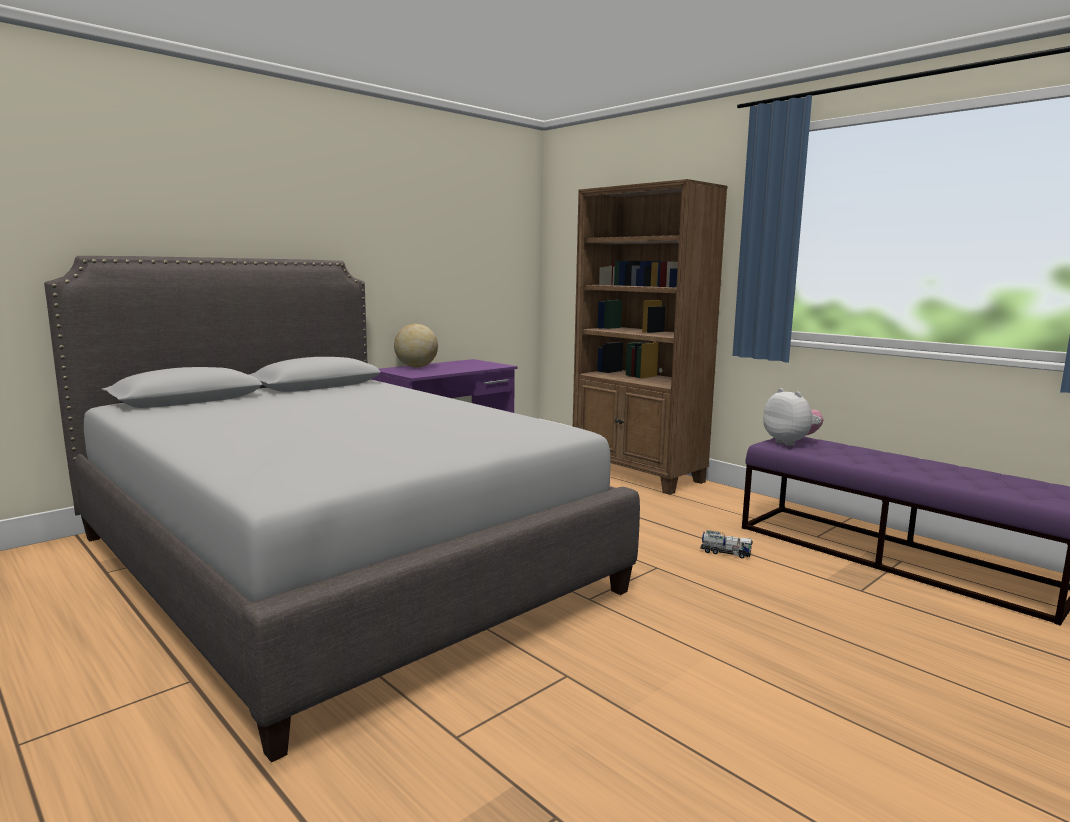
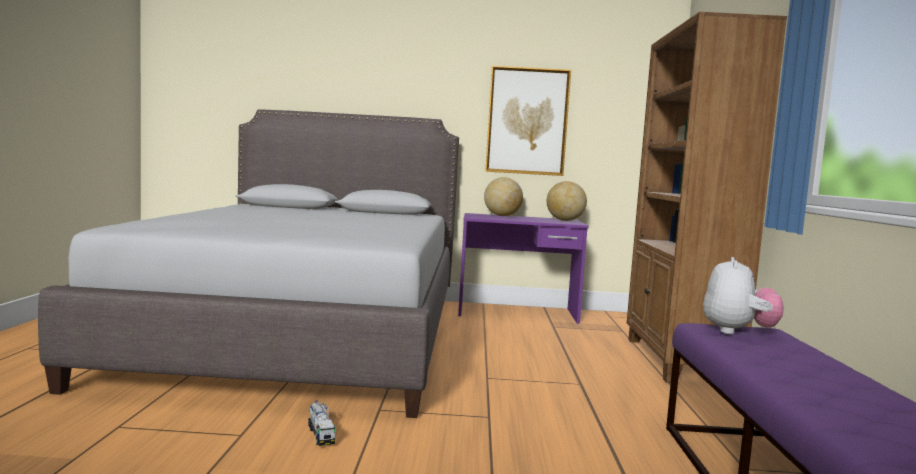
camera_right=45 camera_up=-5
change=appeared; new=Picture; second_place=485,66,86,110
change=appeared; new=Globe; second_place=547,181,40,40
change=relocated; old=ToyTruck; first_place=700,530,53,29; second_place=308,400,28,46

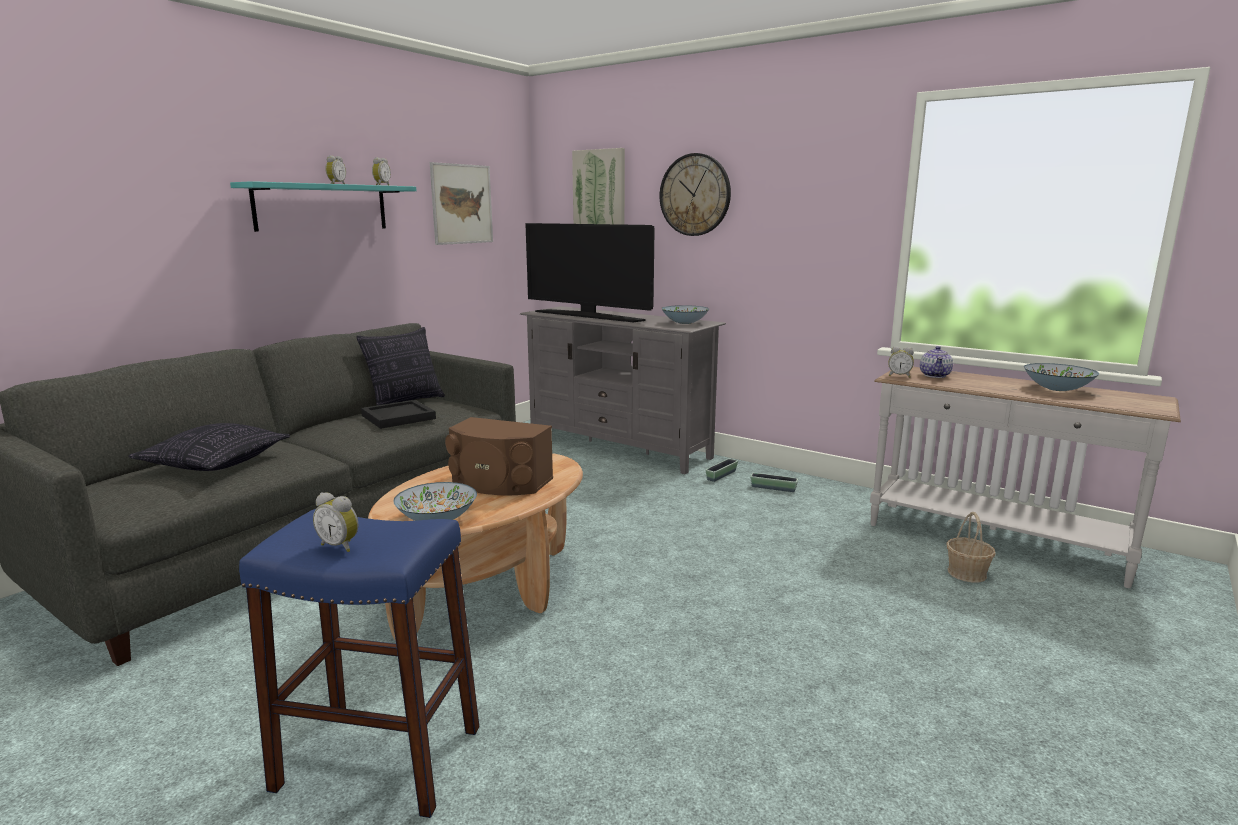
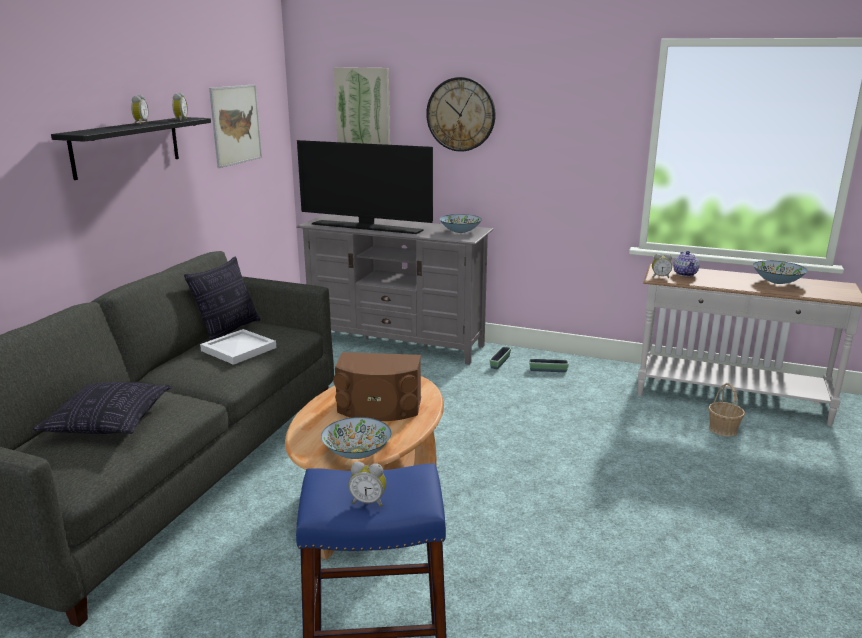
camera_right=-15 camera_up=5
change=colour; old=TurquoiseColouredWallShelf; new=BlackColouredWallShelf; first_place=230,181,187,51; second_place=51,117,160,63
change=colour; old=BlackColouredCarryingTray; new=WhiteCarryingTray; first_place=361,400,75,29; second_place=200,329,76,36

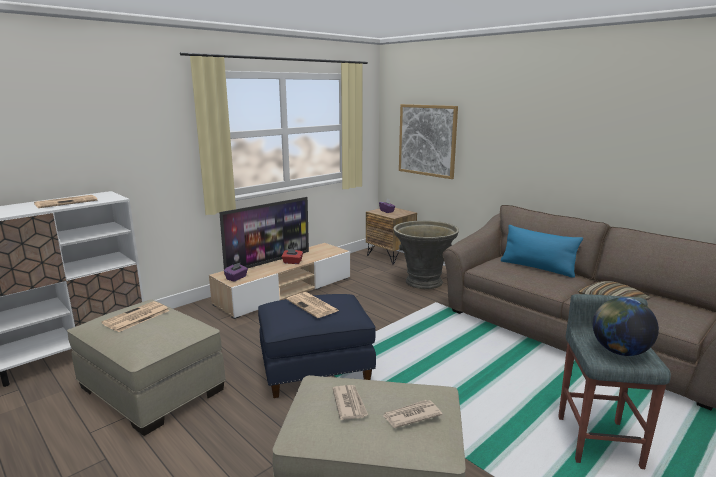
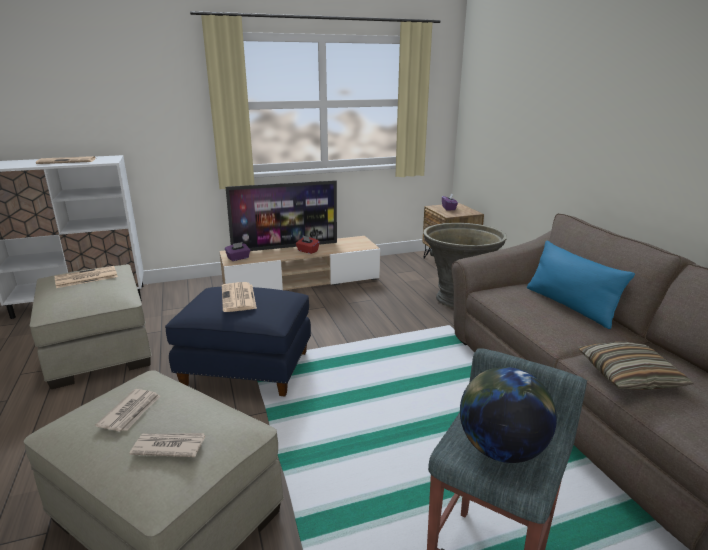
camera_right=25 camera_up=5
change=missing; old=Picture; first_place=399,104,59,75

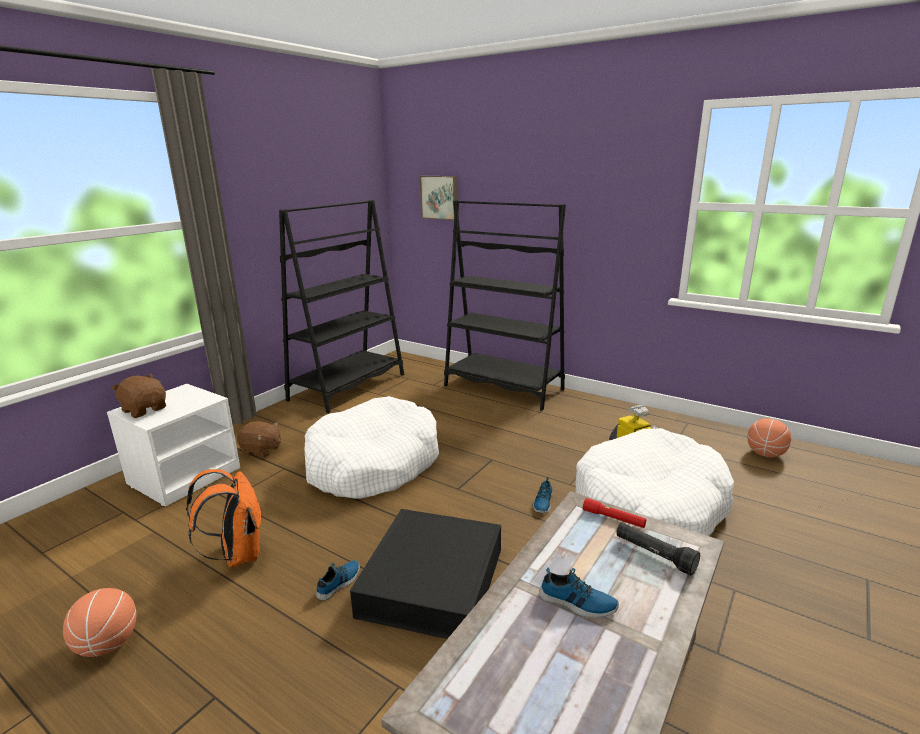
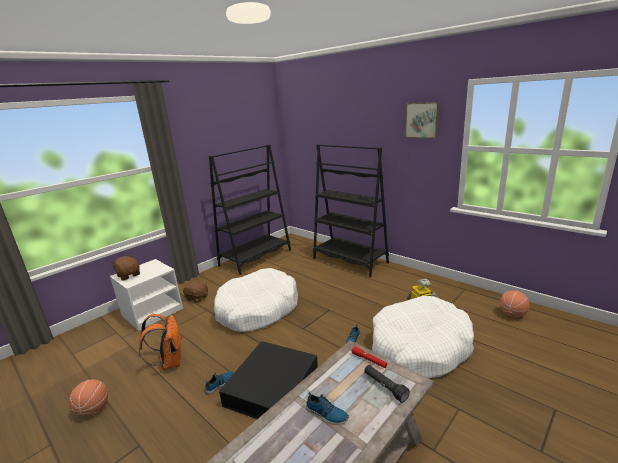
camera_right=10 camera_up=0
change=relocated; old=Picture; first_place=420,176,37,44; second_place=405,102,35,36

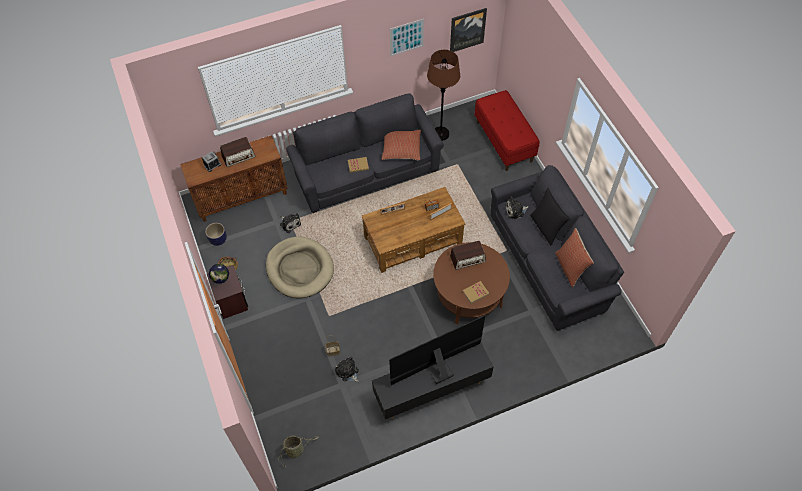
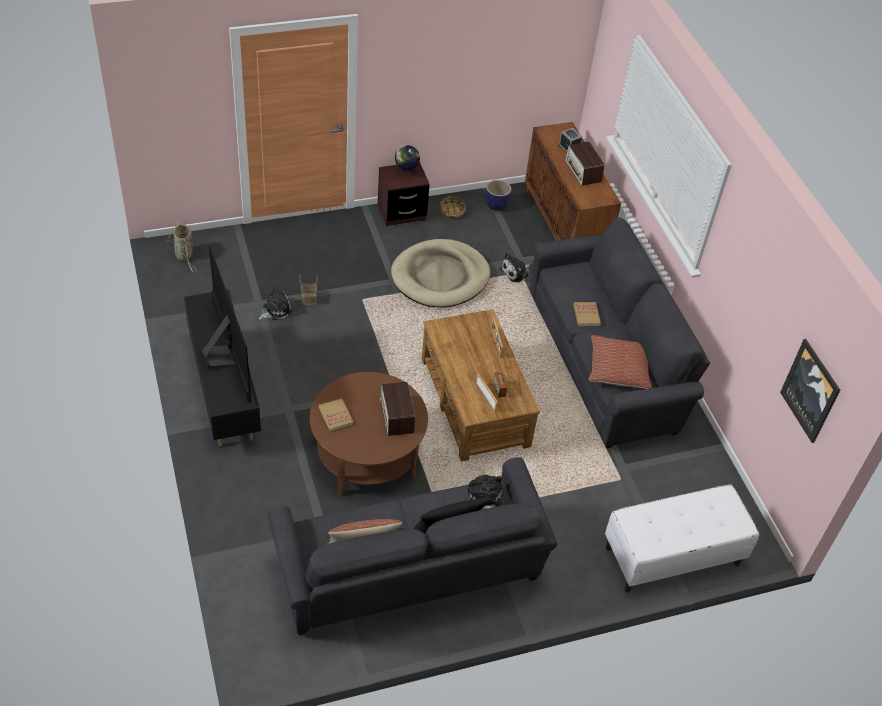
camera_right=90 camera_up=-10
change=missing; old=Picture; first_place=390,19,34,37
change=missing; old=BrownishStandardLamp; first_place=427,50,33,91
change=colour; old=ReddishIndoorBench; new=WhiteIndoorBench; first_place=475,90,65,81; second_place=605,485,154,108

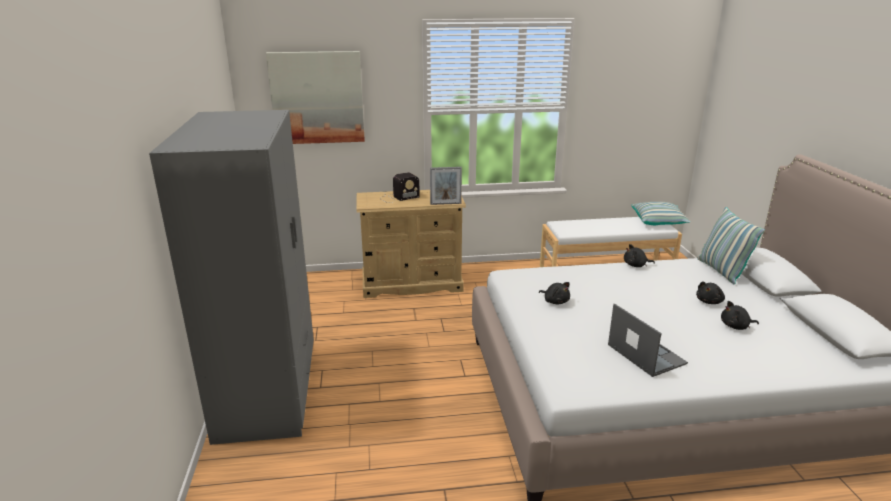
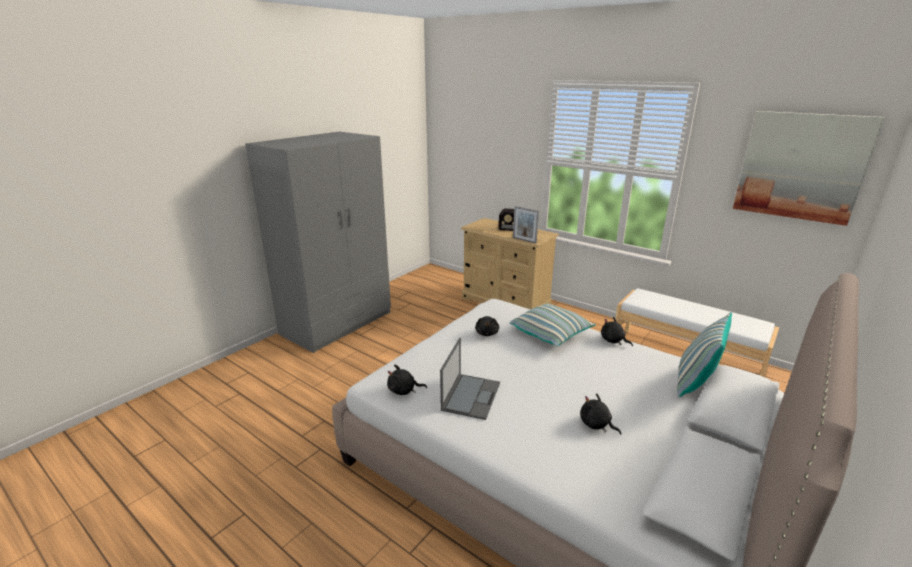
camera_right=45 camera_up=0
change=relocated; old=Picture; first_place=266,51,99,93; second_place=733,111,152,115
change=relocated; old=Cushion; first_place=631,202,59,23; second_place=509,303,87,43
change=relocated; old=BlackColouredPlushToy; first_place=696,282,29,22; second_place=387,365,40,30

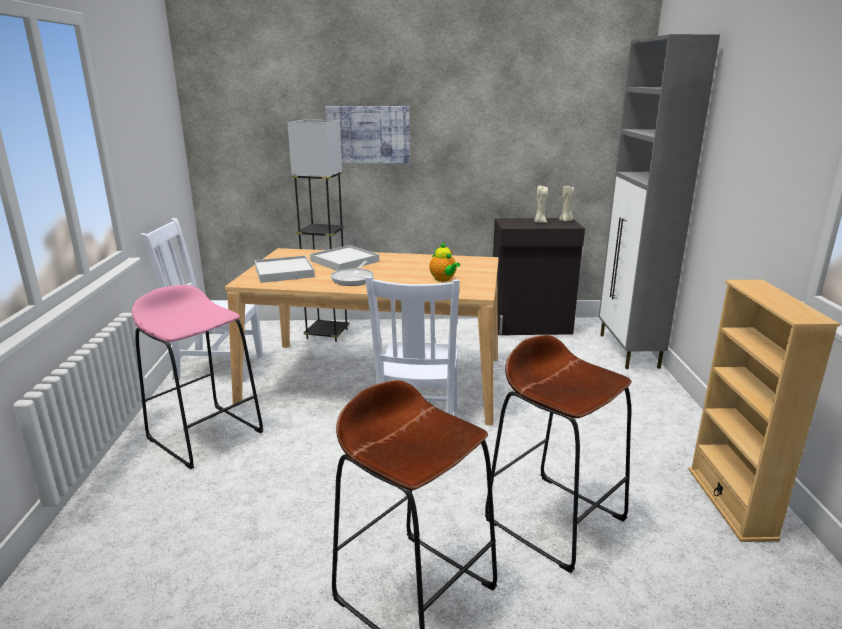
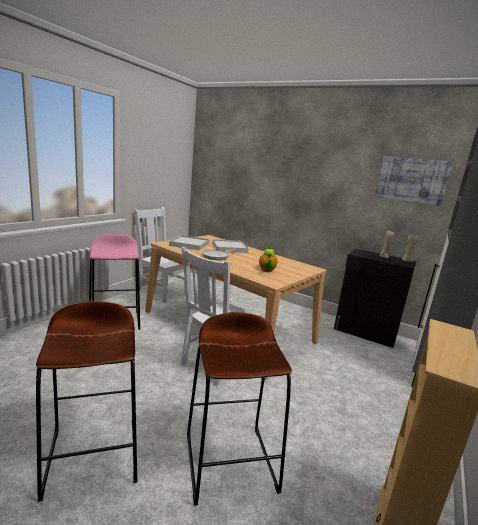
camera_right=30 camera_up=-5
change=missing; old=GreyStandardLamp; first_place=287,120,63,222
change=relocated; old=Picture; first_place=325,106,84,57; second_place=375,156,78,50

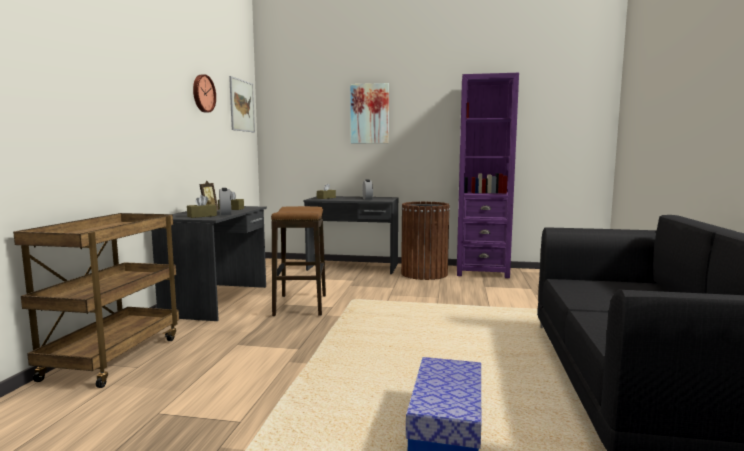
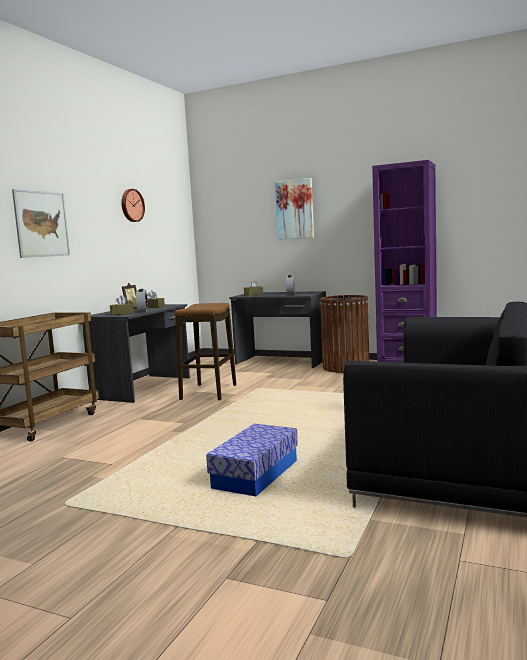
camera_right=15 camera_up=0
change=relocated; old=Picture; first_place=229,76,26,56; second_place=12,189,58,69

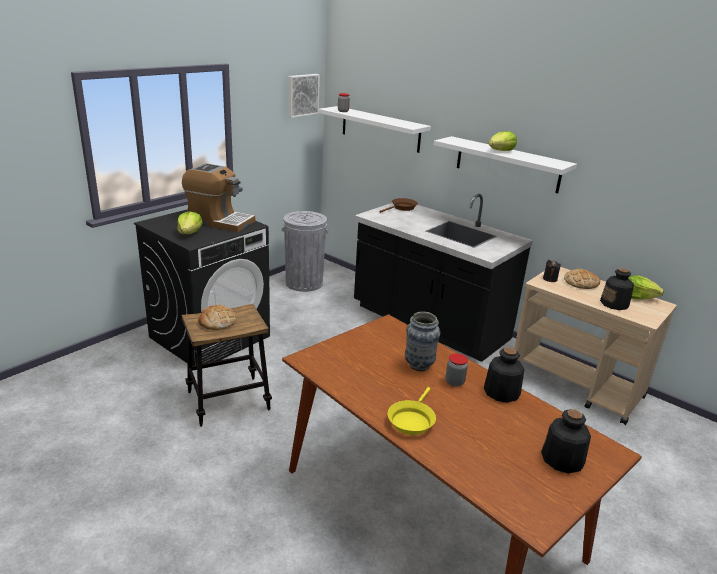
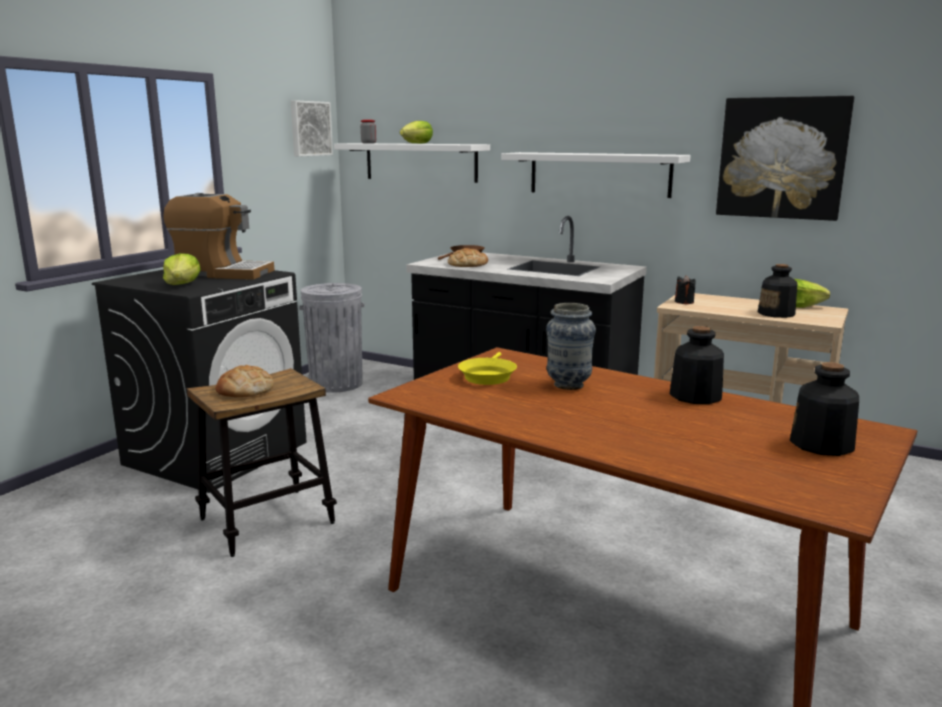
camera_right=-10 camera_up=-10
change=missing; old=Jar; first_place=446,353,22,34
change=appeared; new=Picture; second_place=716,96,138,125
change=relocated; old=YellowishSkillet; first_place=388,387,48,48; second_place=458,352,59,33
change=relocated; old=LettuceHead; first_place=489,131,28,20; second_place=400,121,33,23
change=relocated; old=BakedBread; first_place=564,269,36,20; second_place=448,248,40,19

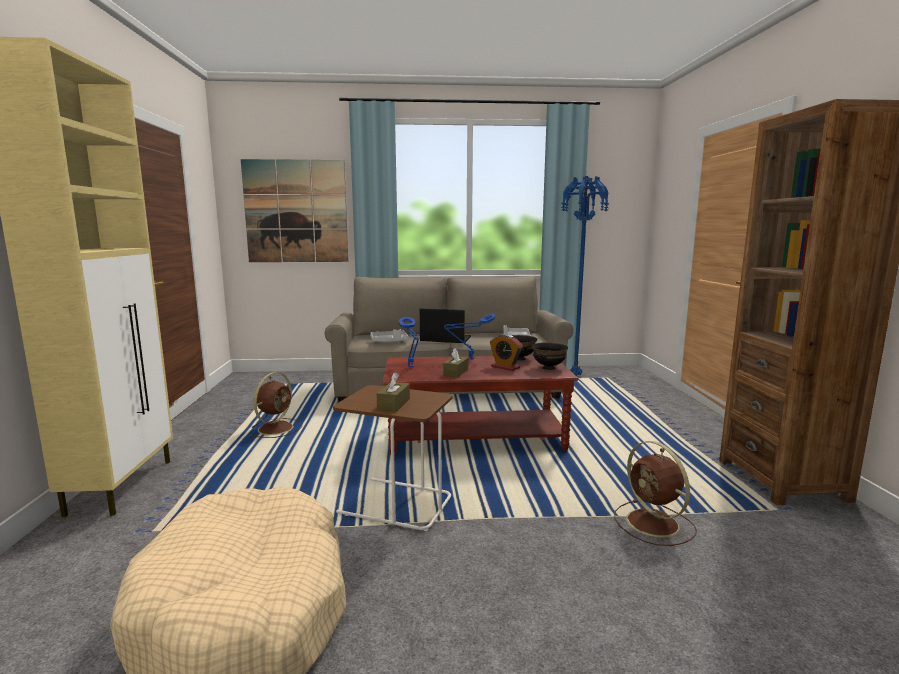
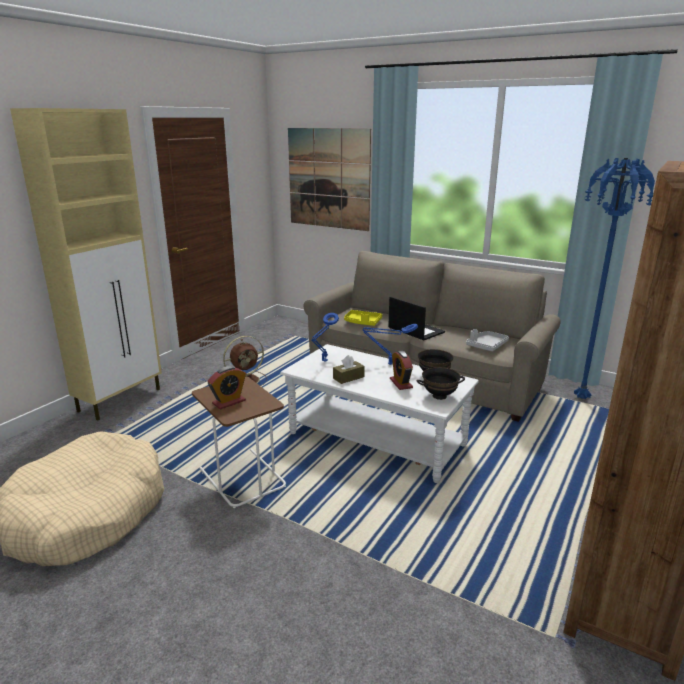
camera_right=35 camera_up=10
change=missing; old=BrownishFan; first_place=614,441,83,105
change=exchanged; old=BrownishTissueBox; new=BedsideClock; first_place=377,372,33,40; second_place=208,366,38,44
change=colour; old=GreyCarryingTray; new=YellowishCarryingTray; first_place=370,329,39,13; second_place=344,310,38,16
change=colour; old=BrownishLoungeTable; new=WhiteLoungeTable; first_place=382,355,196,100; second_place=280,344,199,139

